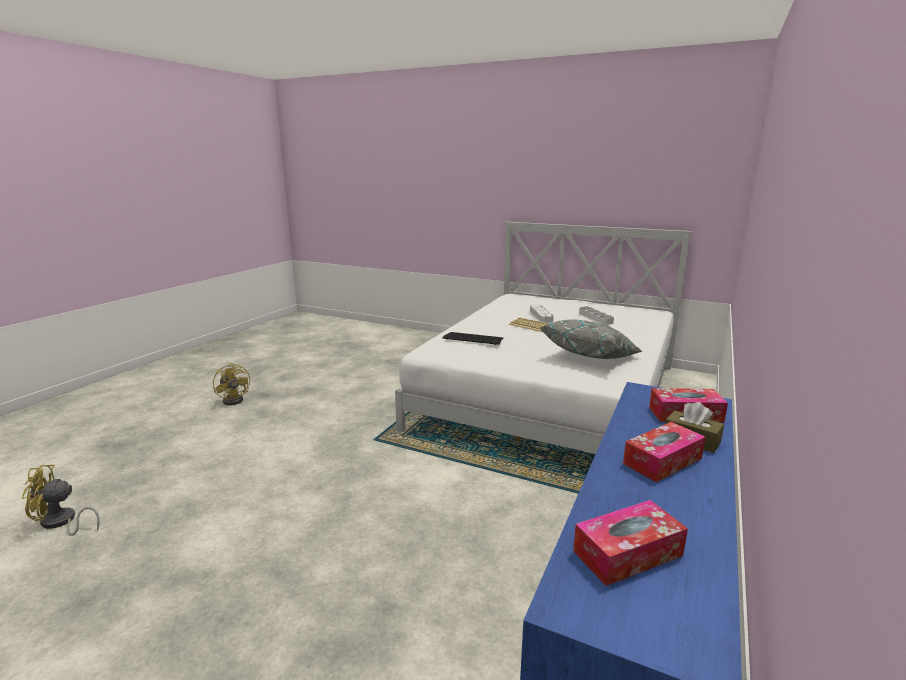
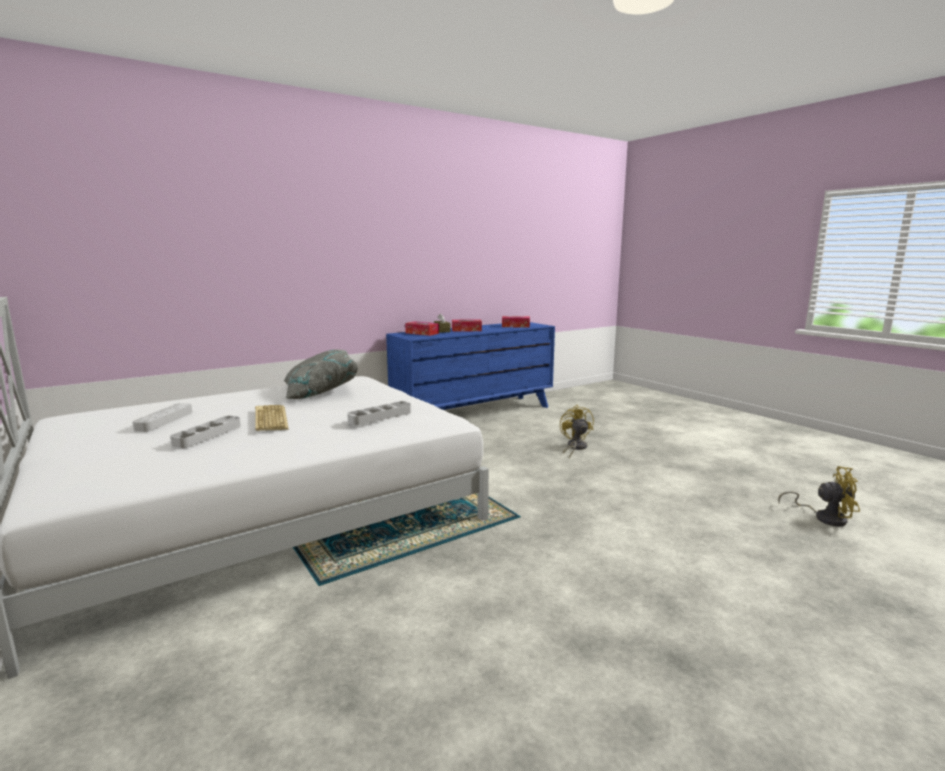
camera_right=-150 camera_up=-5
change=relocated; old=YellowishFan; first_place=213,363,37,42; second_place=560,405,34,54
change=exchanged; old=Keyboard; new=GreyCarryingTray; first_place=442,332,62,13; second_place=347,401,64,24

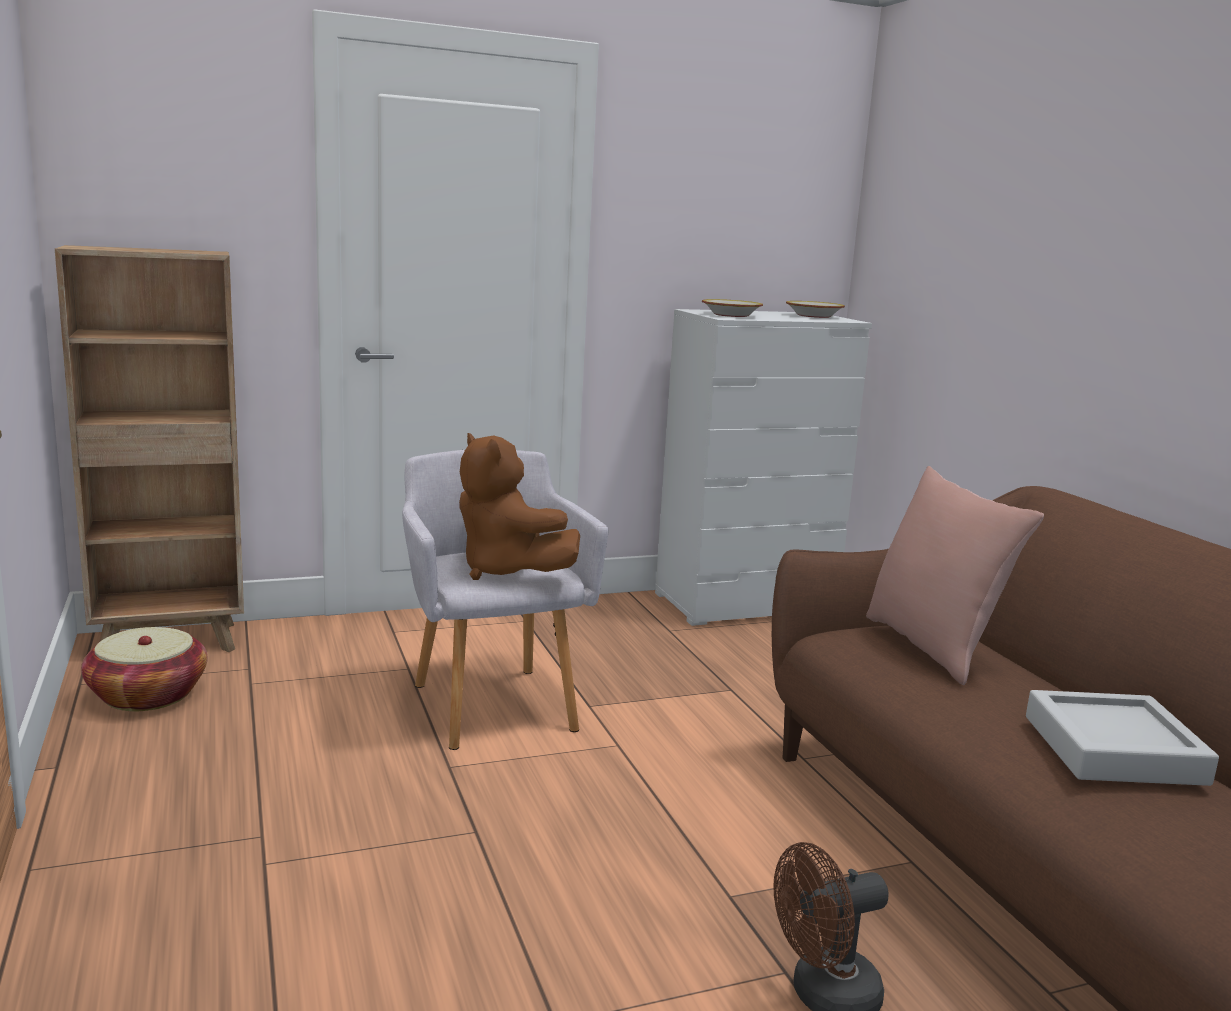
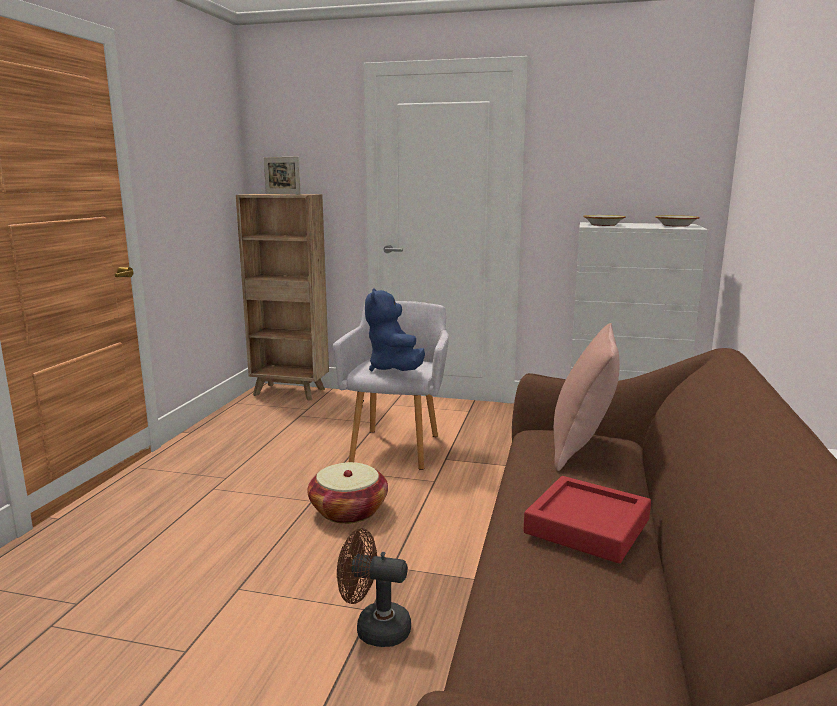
camera_right=35 camera_up=0
change=appeared; new=PictureFrame; second_place=264,157,37,38
change=relocated; old=Basket; first_place=81,627,127,84; second_place=307,462,81,62
change=colour; old=BrownishPlushToy; new=BluishPlushToy; first_place=459,433,121,147; second_place=365,288,60,83
change=colour; old=GreyCarryingTray; new=ReddishCarryingTray; first_place=1026,690,193,96; second_place=523,476,128,88

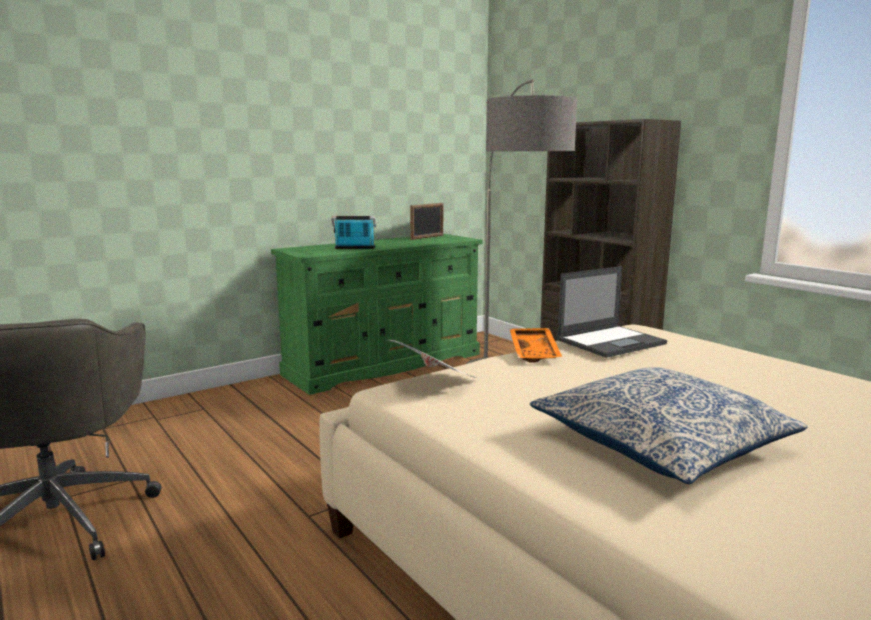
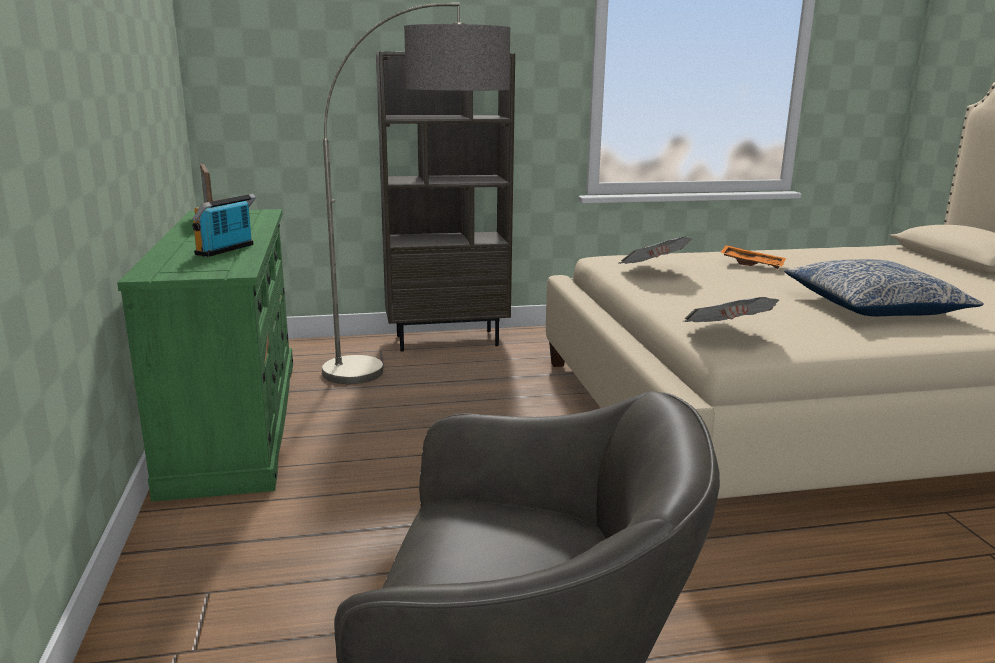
camera_right=-65 camera_up=5
change=relocated; old=OrangeColouredCarryingTray; first_place=510,328,52,34; second_place=720,245,66,24
change=exchanged; old=Laptop; new=Newspaper; first_place=557,266,110,92; second_place=619,237,73,27

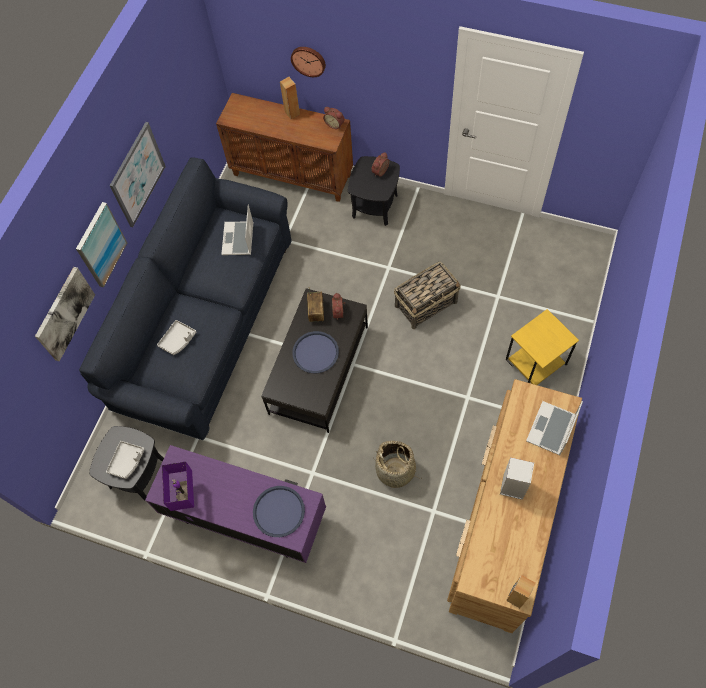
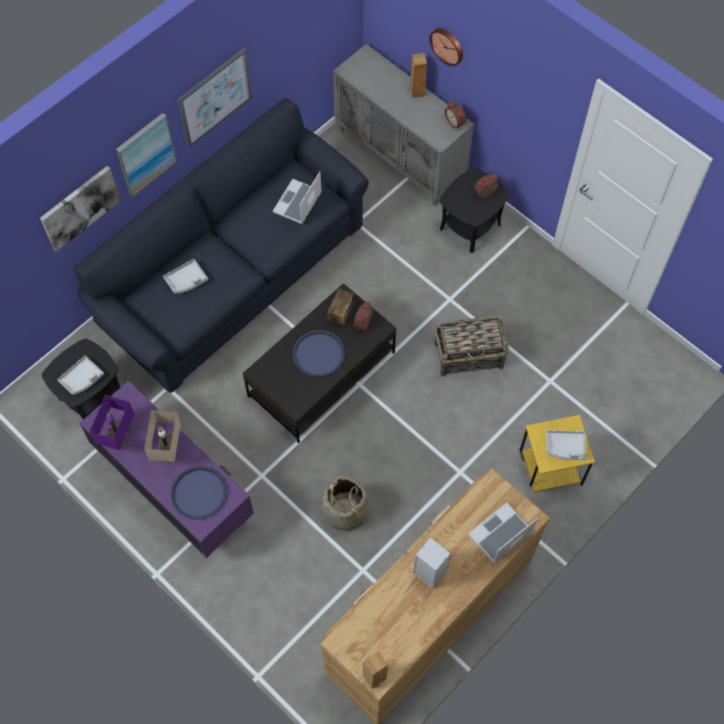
camera_right=20 camera_up=0
change=appeared; new=BeigeTabletopLamp; second_place=144,410,37,53
change=appeared; new=GreyCarryingTray; second_place=546,430,40,30
change=colour; old=BrownishCabinet; new=GreyCabinet; first_place=216,93,137,109; second_place=333,44,141,162

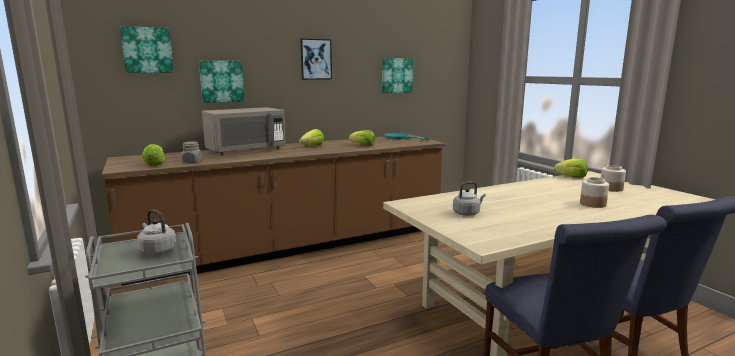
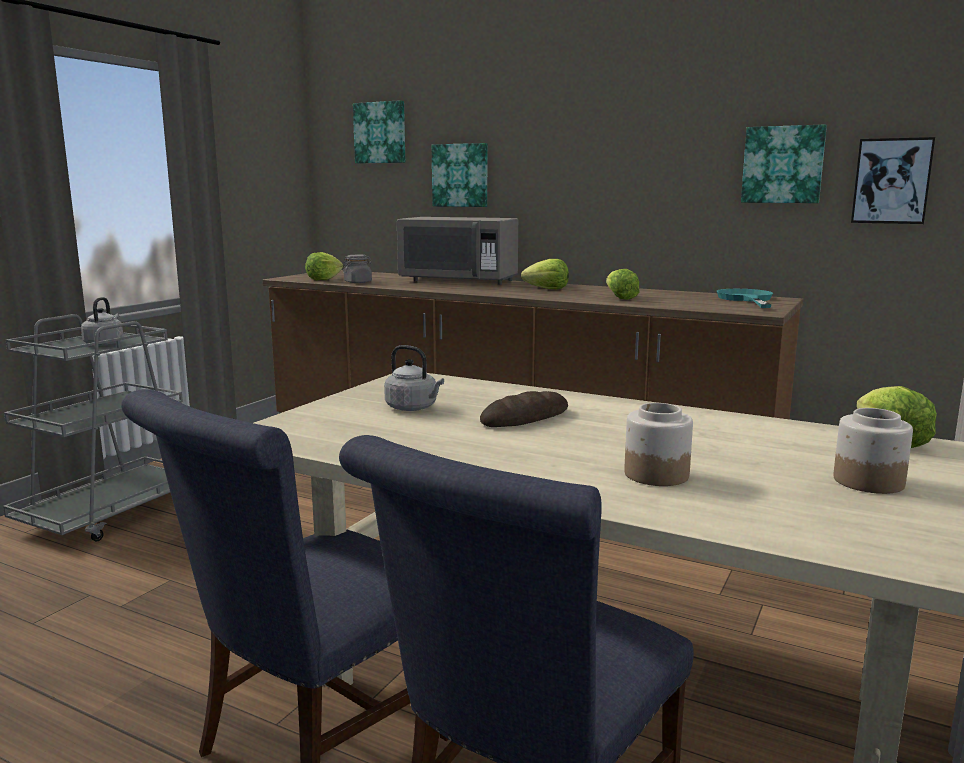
camera_right=55 camera_up=0
change=appeared; new=BakedBread; second_place=480,391,88,36
change=relocated; old=Picture; first_place=300,38,32,42; second_place=851,137,84,87

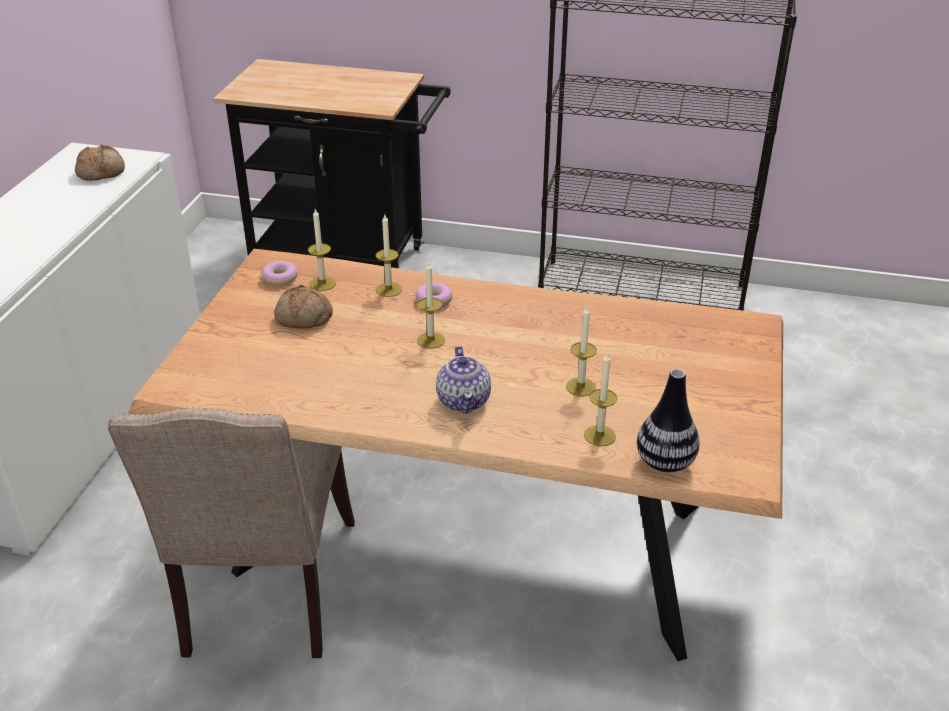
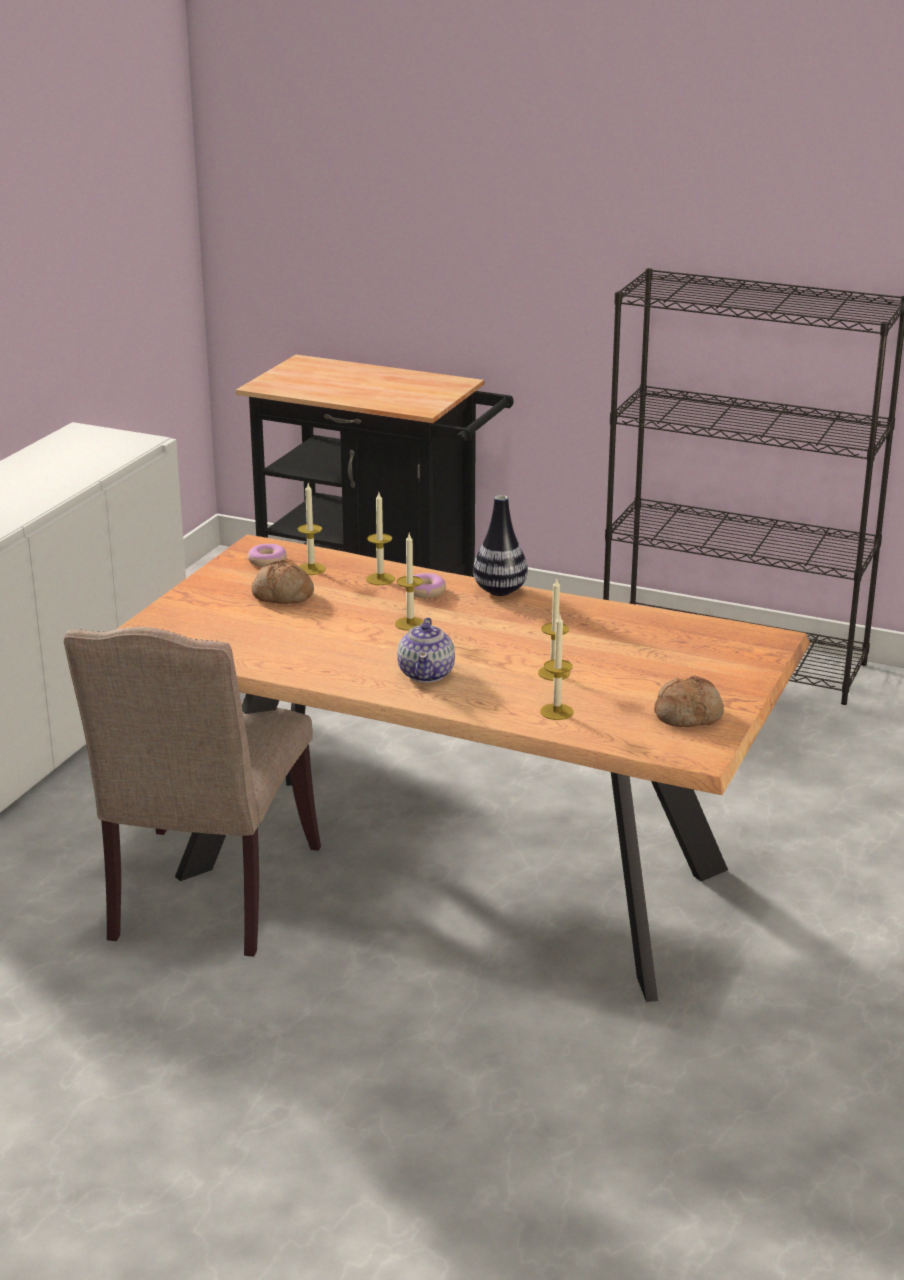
camera_right=10 camera_up=-10
change=relocated; old=BakedBread; first_place=75,144,50,37; second_place=654,676,70,51
change=relocated; old=Vase; first_place=637,369,63,103; second_place=473,495,55,101

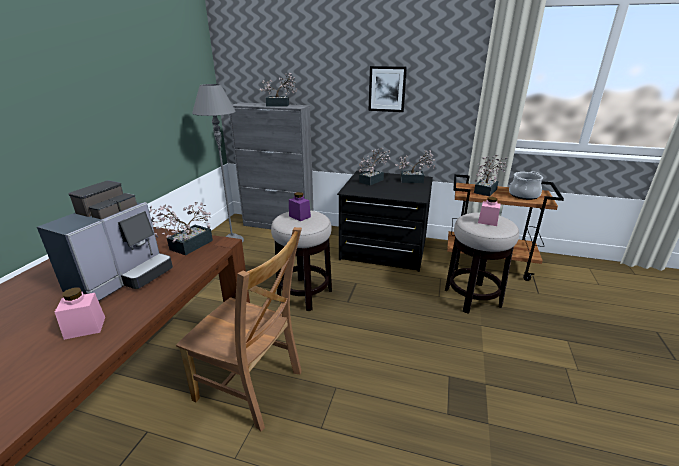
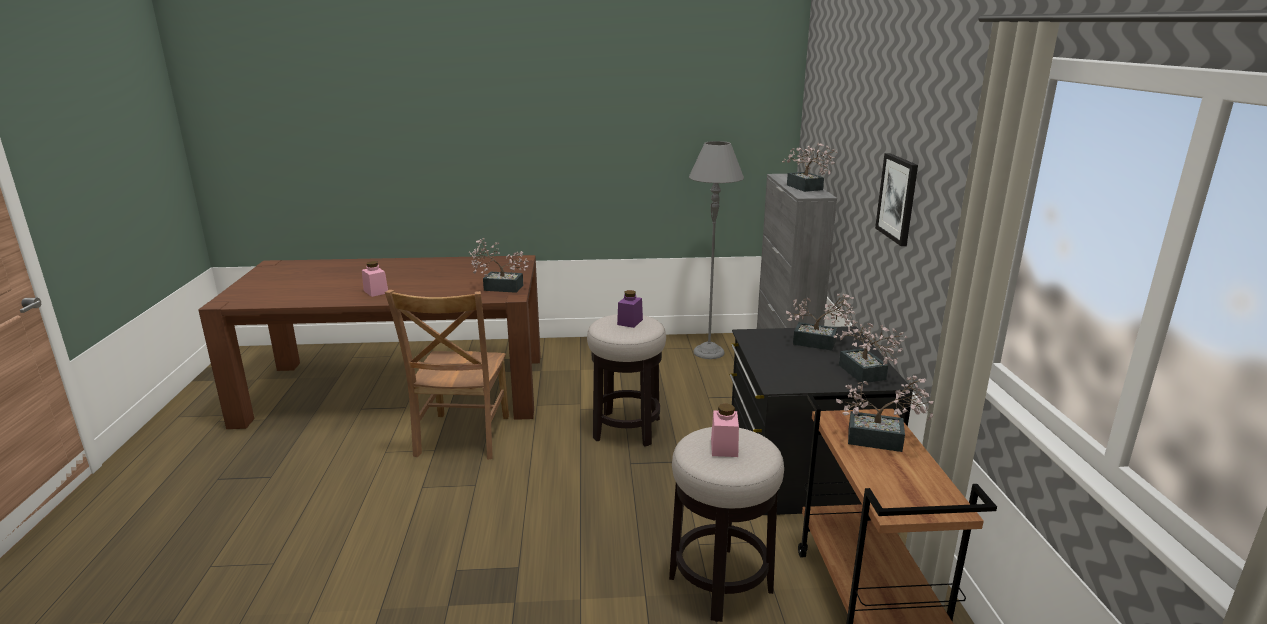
camera_right=70 camera_up=-5
change=missing; old=CoffeeMaker; first_place=37,181,136,120
change=missing; old=Saucepot; first_place=509,171,34,29

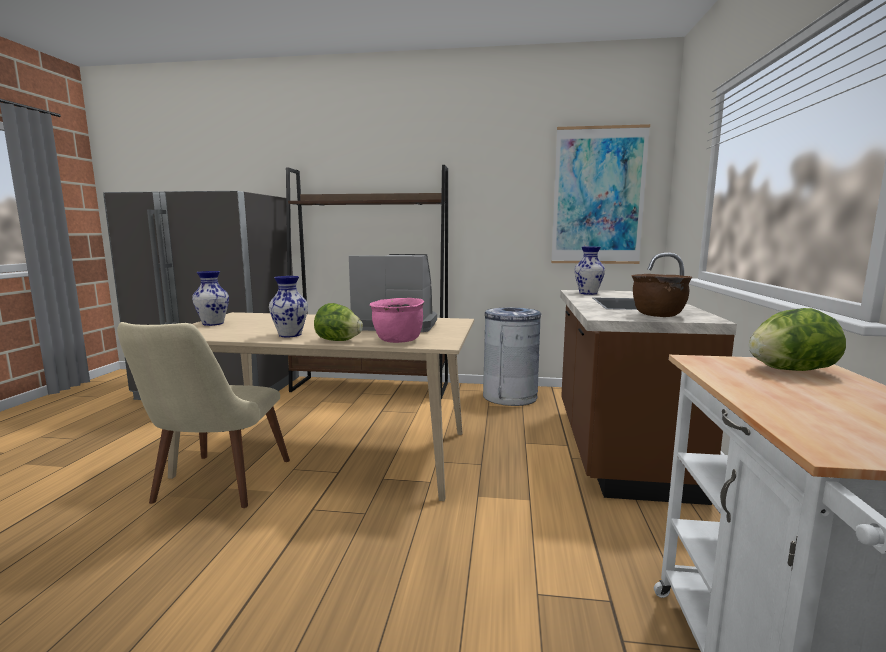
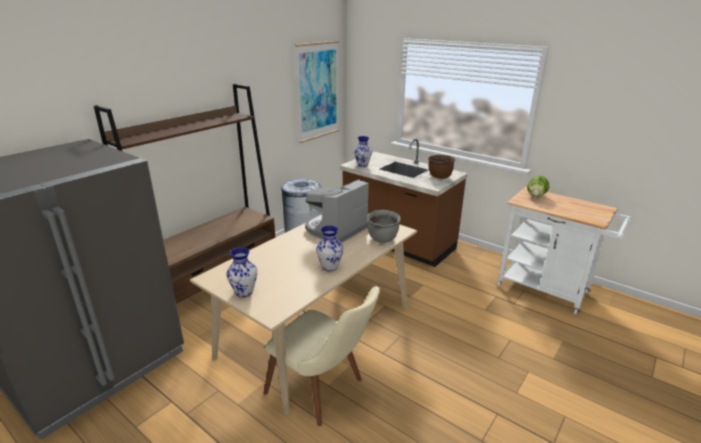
camera_right=-60 camera_up=15
change=missing; old=LettuceHead; first_place=314,303,49,38
change=colour; old=PinkSaucepot; new=GreySaucepot; first_place=370,298,54,45; second_place=367,210,34,33

